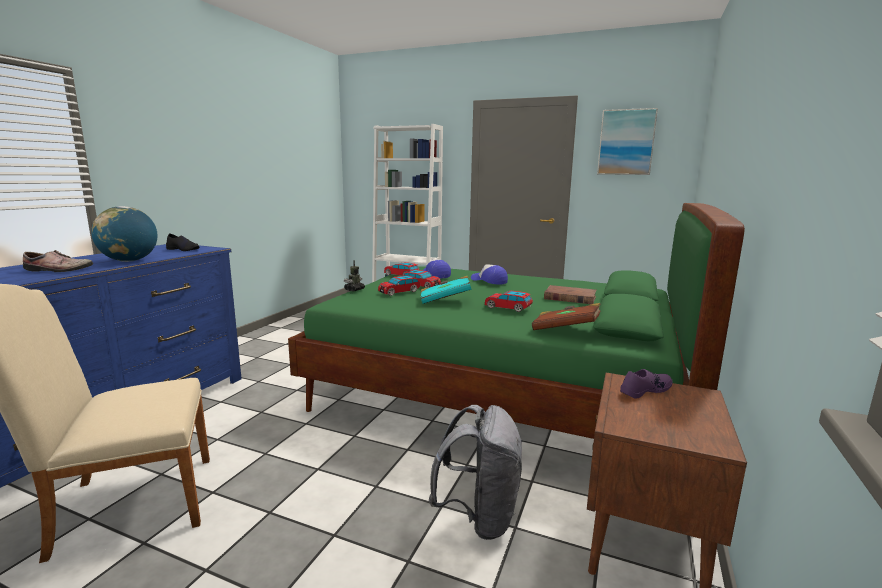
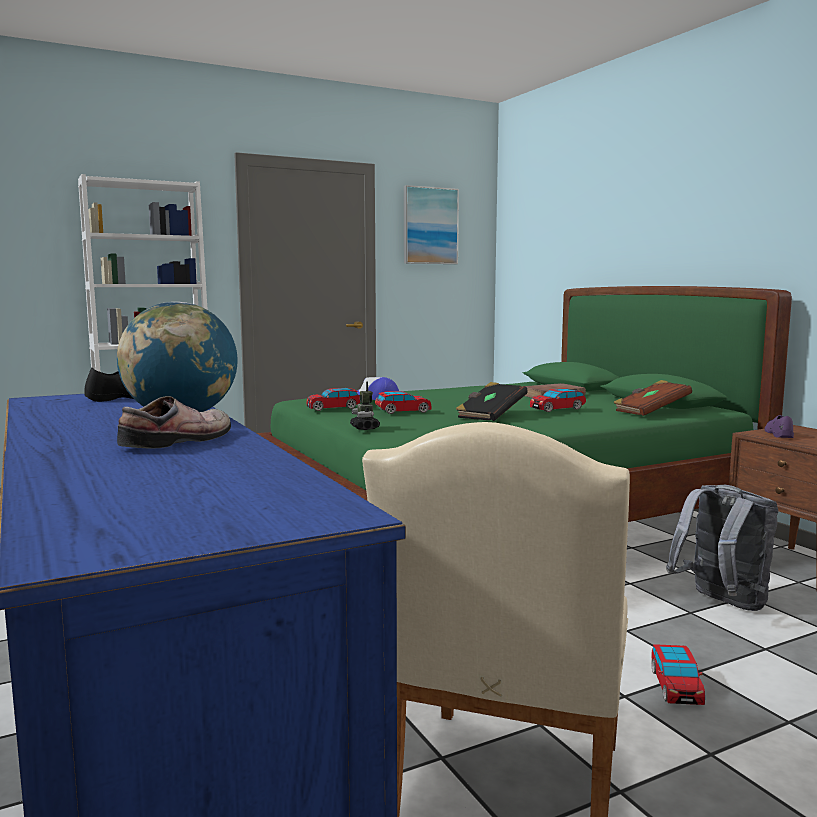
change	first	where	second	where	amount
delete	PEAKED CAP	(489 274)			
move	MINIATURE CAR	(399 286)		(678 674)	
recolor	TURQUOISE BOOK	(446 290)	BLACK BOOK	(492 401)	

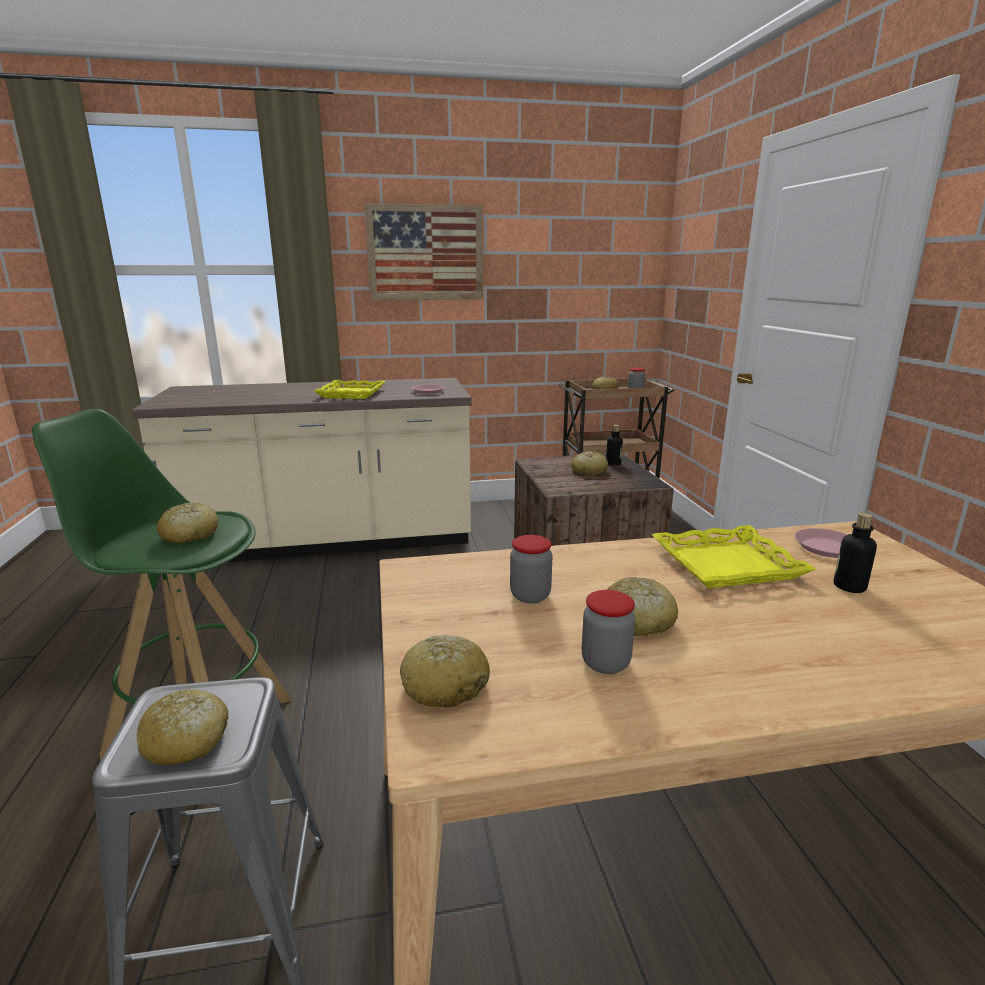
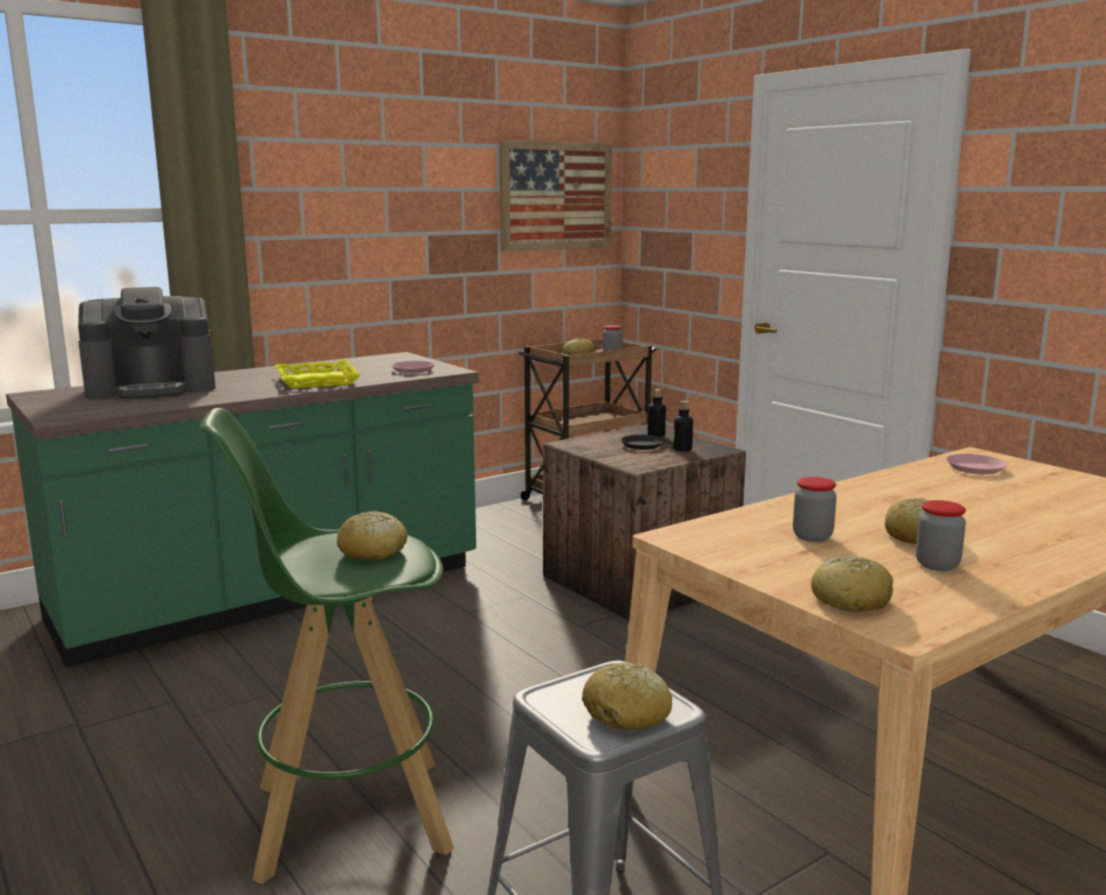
change	first	where	second	where	amount
delete	YELLOW TRAY	(734 556)			
insert			COFFEE BREWER	(147 343)	
move	PICTURE	(423 251)		(556 196)	
move	BEVERAGE BOTTLE	(855 553)		(683 426)	
replace	BREAD	(589 463)	BLACK DINNER PLATE	(642 442)	
recolor	SAND-COLOURED COUNTER	(302 470)	GREEN-COLOURED COUNTER	(242 510)	

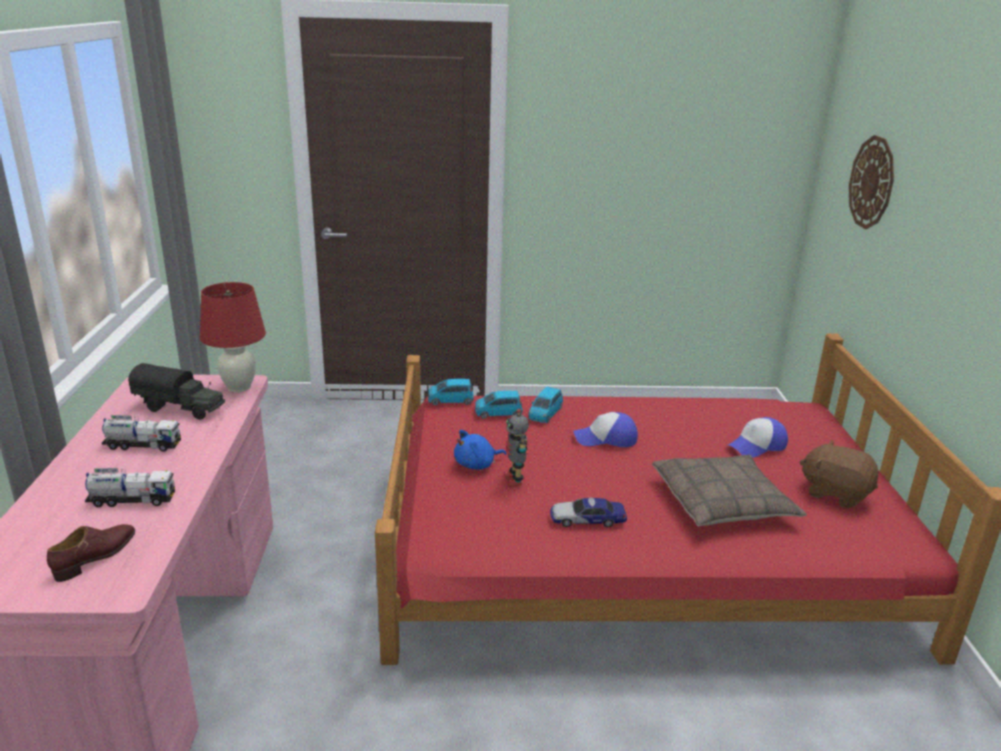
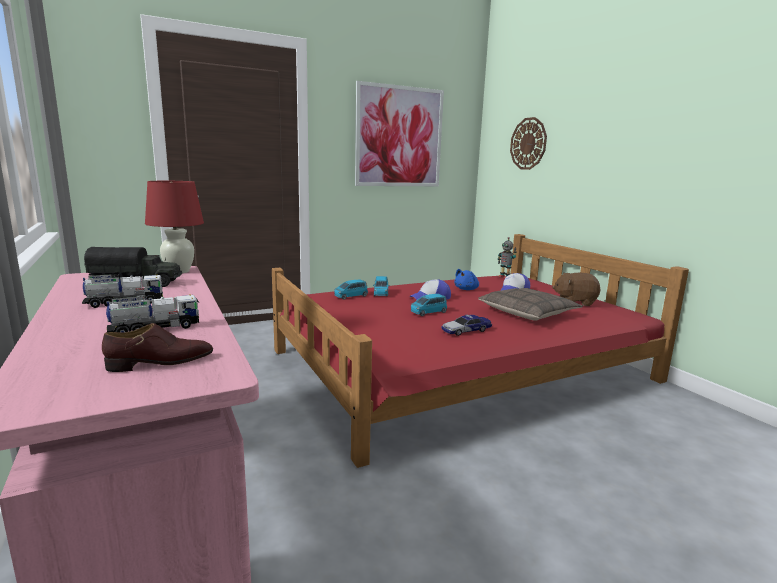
change	first	where	second	where	amount
insert			PICTURE	(399 133)	
move	BLUE MINIATURE CAR	(451 392)		(429 305)	
move	BLUE PLUSH TOY	(480 450)		(466 279)	
move	ROBOT FIGURE	(517 447)		(507 257)	
rotate	BROWNISH SHOE	(91 553)		(157 347)	60 degrees clockwise

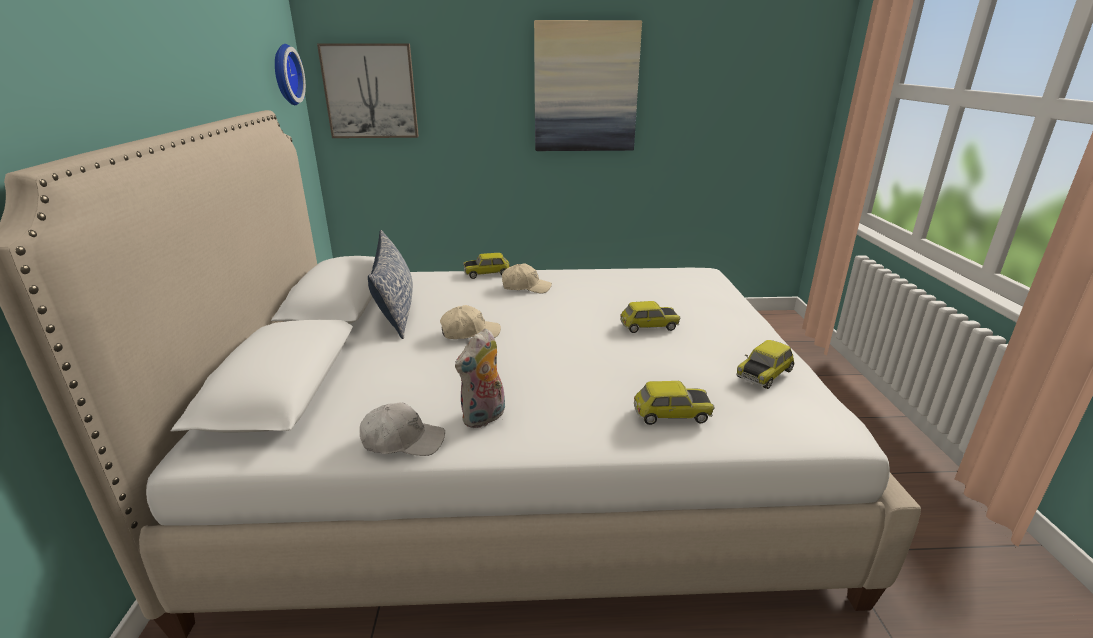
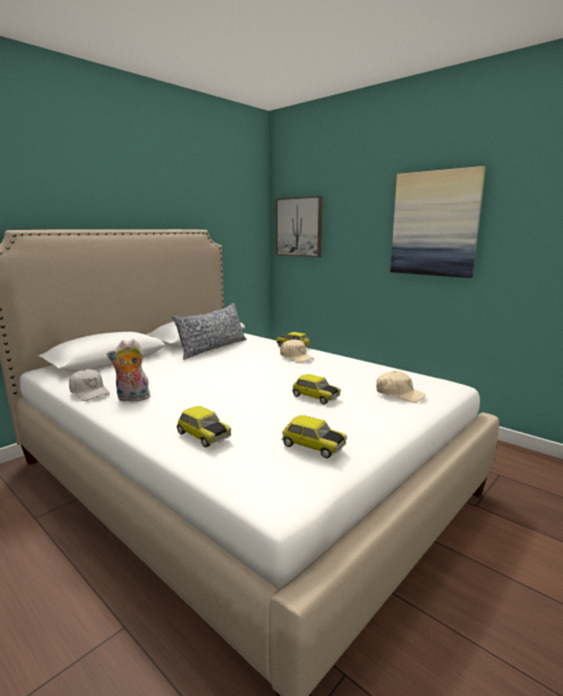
change	first	where	second	where	amount
delete	HANGING CLOCK	(290 74)			
move	SAND-COLOURED PEAKED CAP	(470 322)		(401 386)	
rotate	MINIATURE CAR	(765 364)		(314 436)	150 degrees counterclockwise

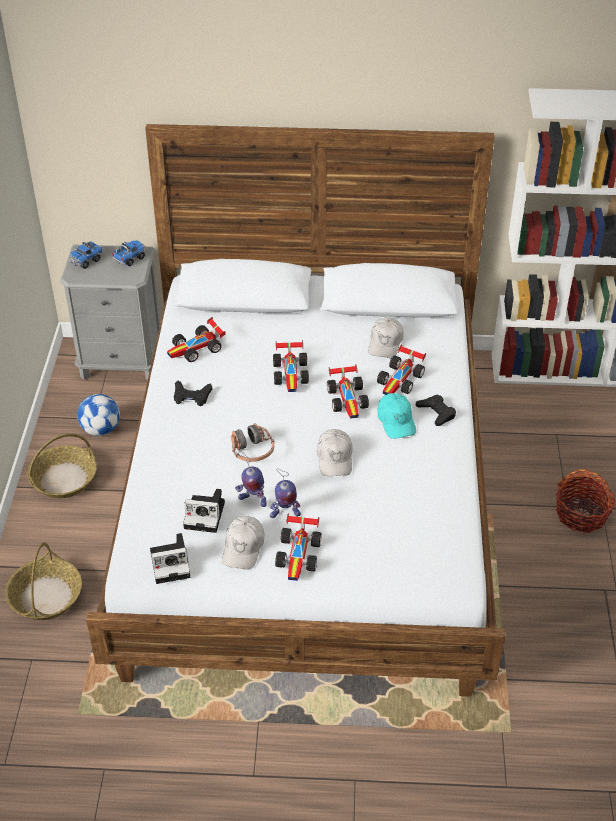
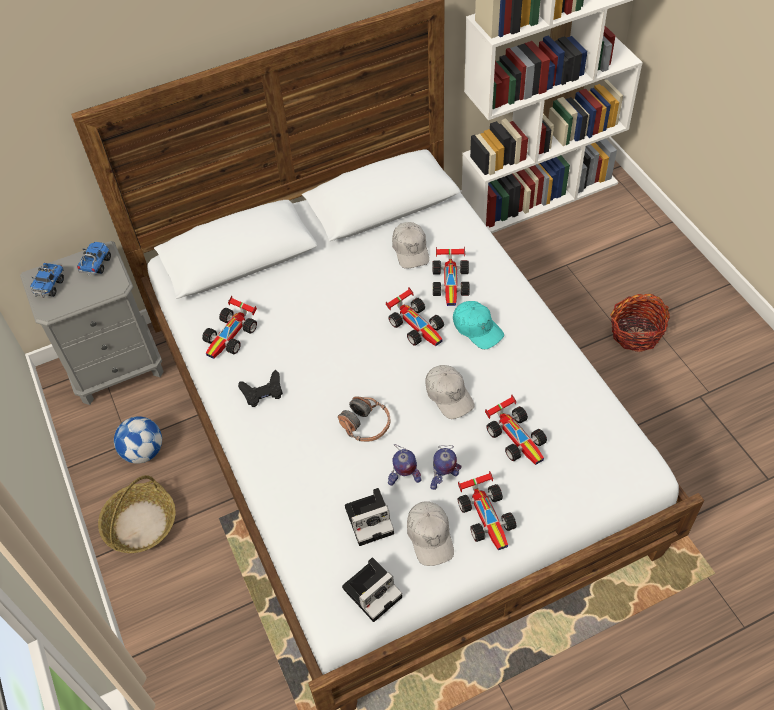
change	first	where	second	where	amount
delete	HOUSEHOLD BASKET	(43 581)			
delete	BLACK GAME CONTROLLER	(436 410)			
move	MINIATURE CAR	(291 366)		(516 430)	

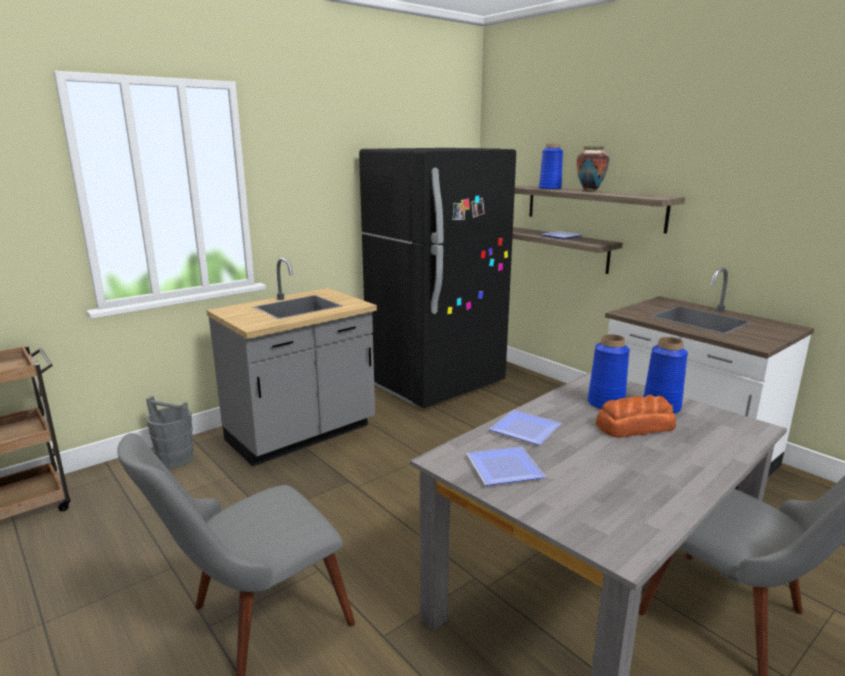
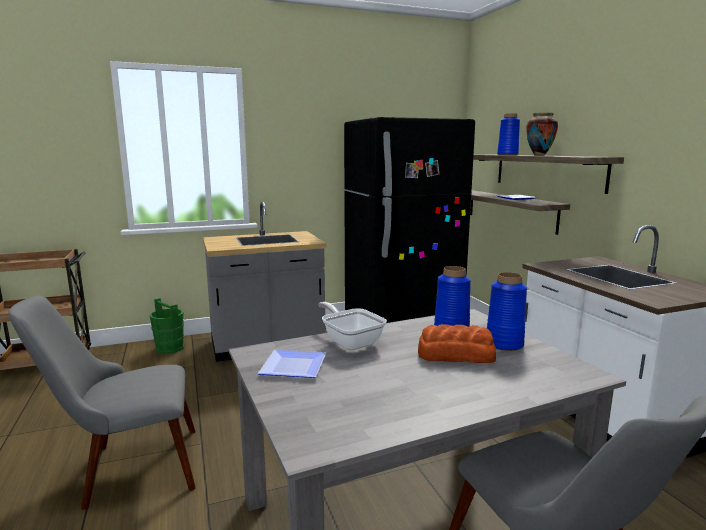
change	first	where	second	where	amount
replace	DINNER PLATE	(525 427)	FRYING PAN	(352 326)	
recolor	GREYISH PAIL	(170 432)	GREEN-COLOURED PAIL	(167 326)	

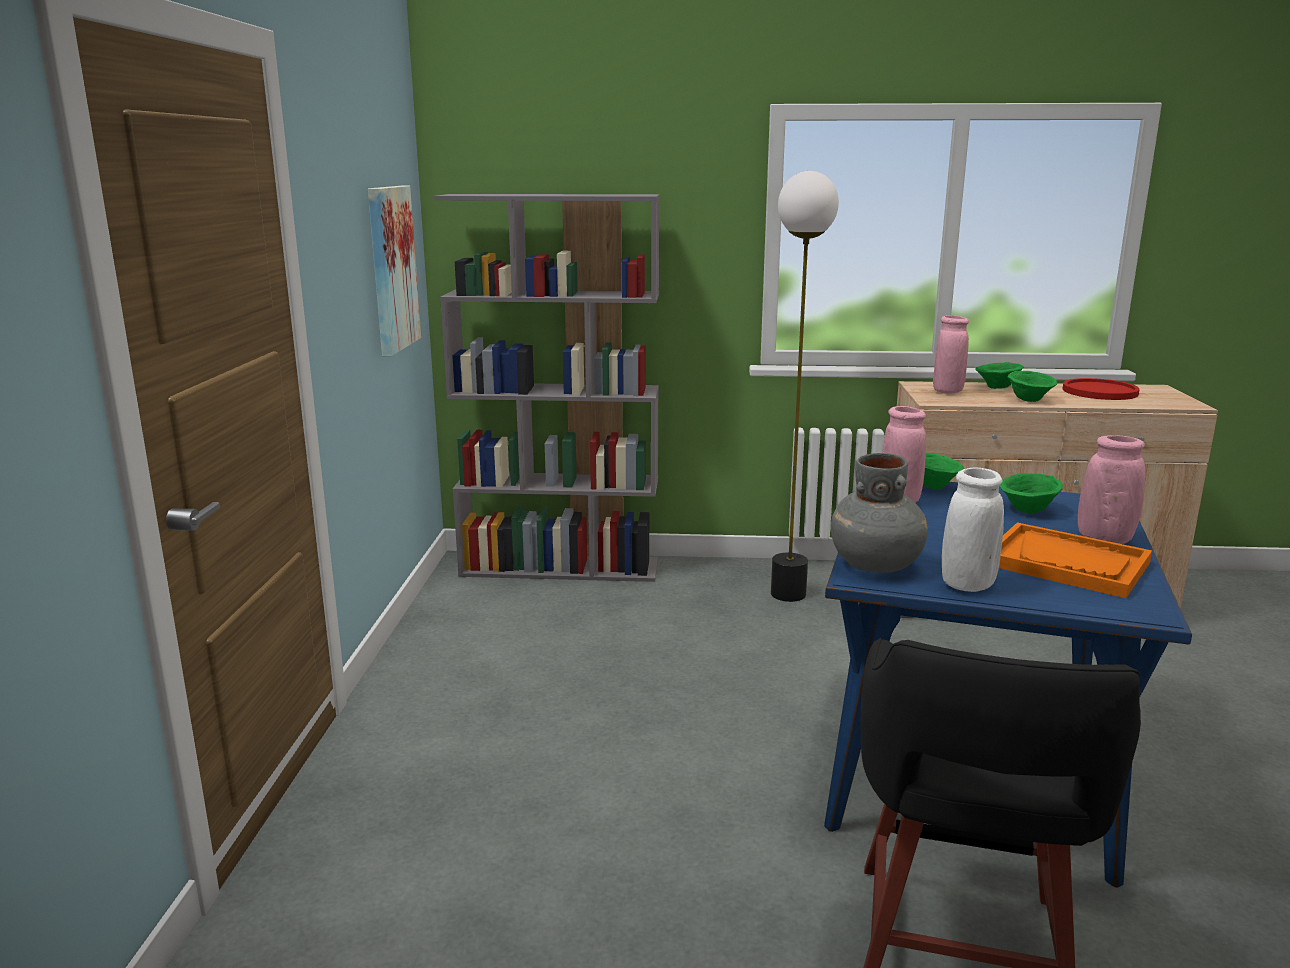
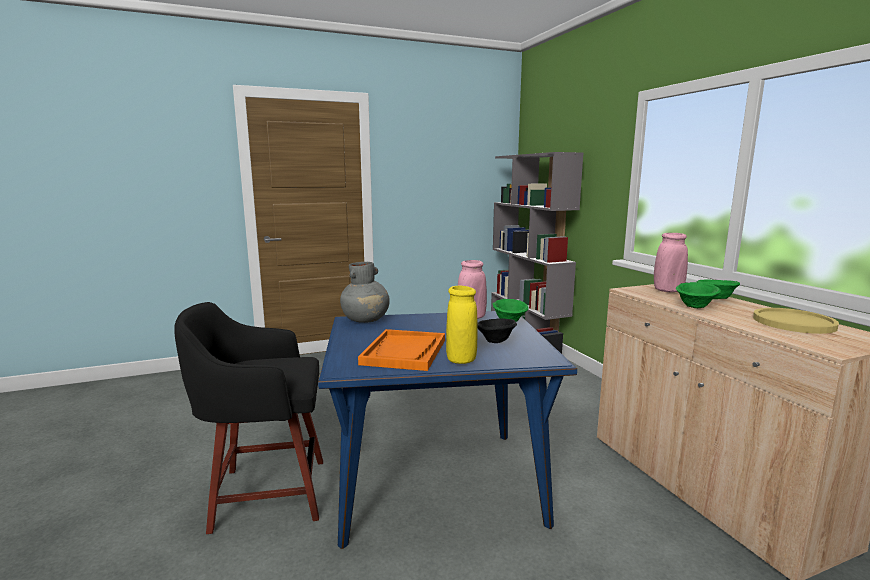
change	first	where	second	where	amount
delete	PICTURE	(394 271)			
delete	STANDING LAMP	(805 386)			
delete	WHITE DECORATIVE VASE	(973 530)			
recolor	GREEN-COLOURED BOWL	(1031 493)	BLACK BOWL	(497 330)	
recolor	RED DINNER PLATE	(1101 389)	YELLOW DINNER PLATE	(796 321)	
recolor	PINK-COLOURED DECORATIVE VASE	(1111 489)	YELLOW DECORATIVE VASE	(461 325)	

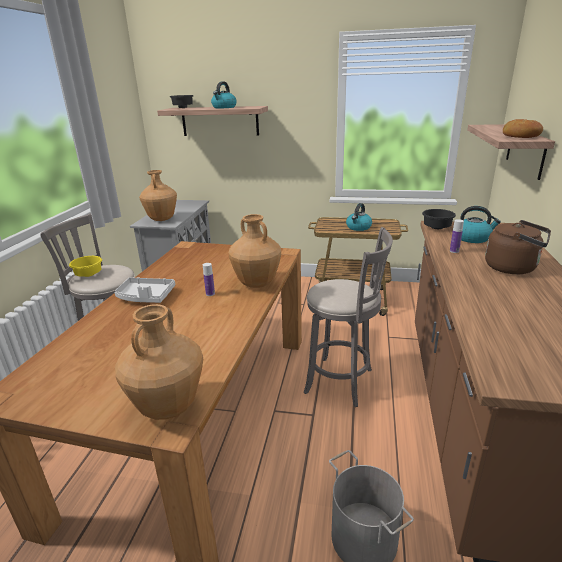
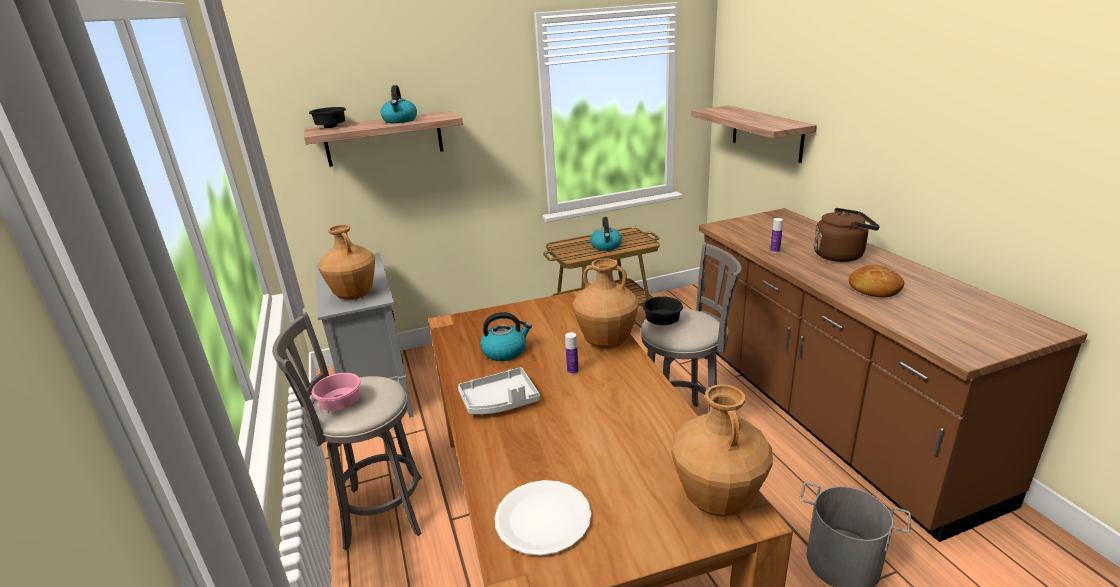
change	first	where	second	where	amount
insert			WHITE DINNER PLATE	(543 518)	
move	BLACK BOWL	(439 219)		(662 310)	
move	TEA KETTLE	(480 224)		(506 336)	
move	BREAD	(523 128)		(876 281)	
recolor	YELLOW BOWL	(85 266)	PINK-COLOURED BOWL	(336 392)	

